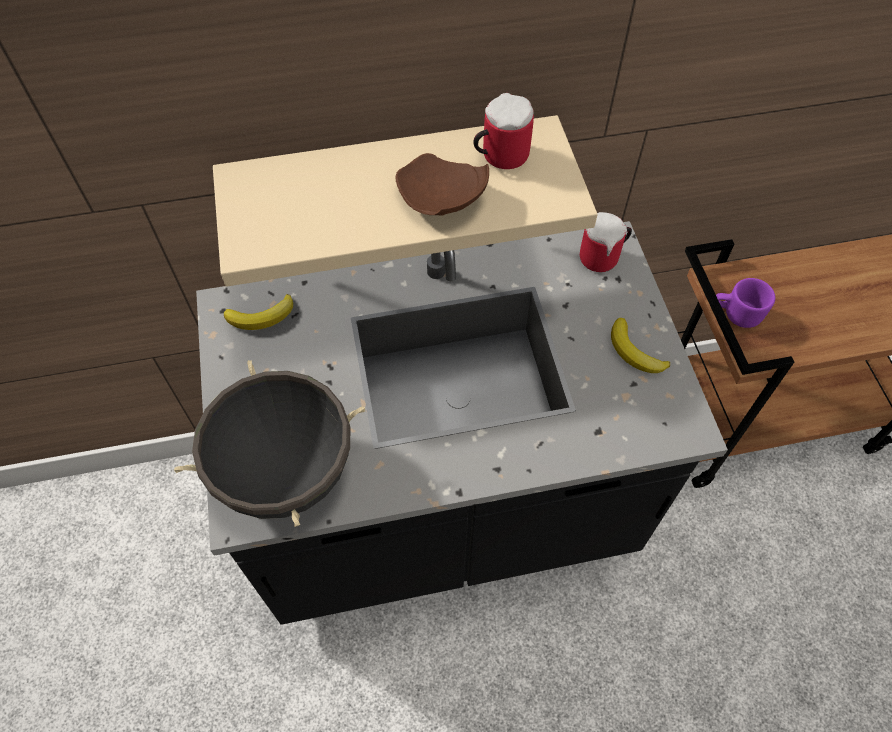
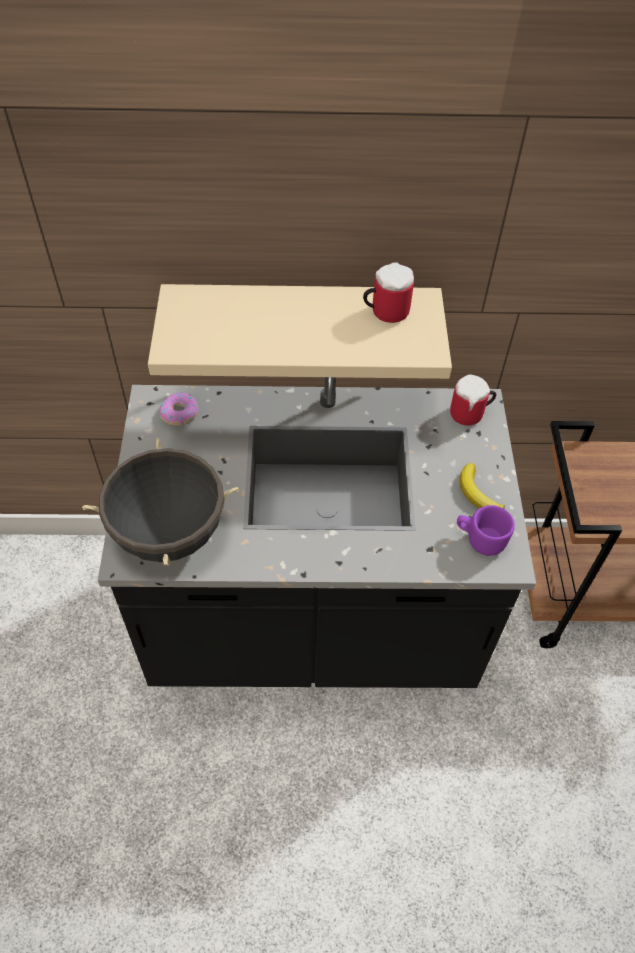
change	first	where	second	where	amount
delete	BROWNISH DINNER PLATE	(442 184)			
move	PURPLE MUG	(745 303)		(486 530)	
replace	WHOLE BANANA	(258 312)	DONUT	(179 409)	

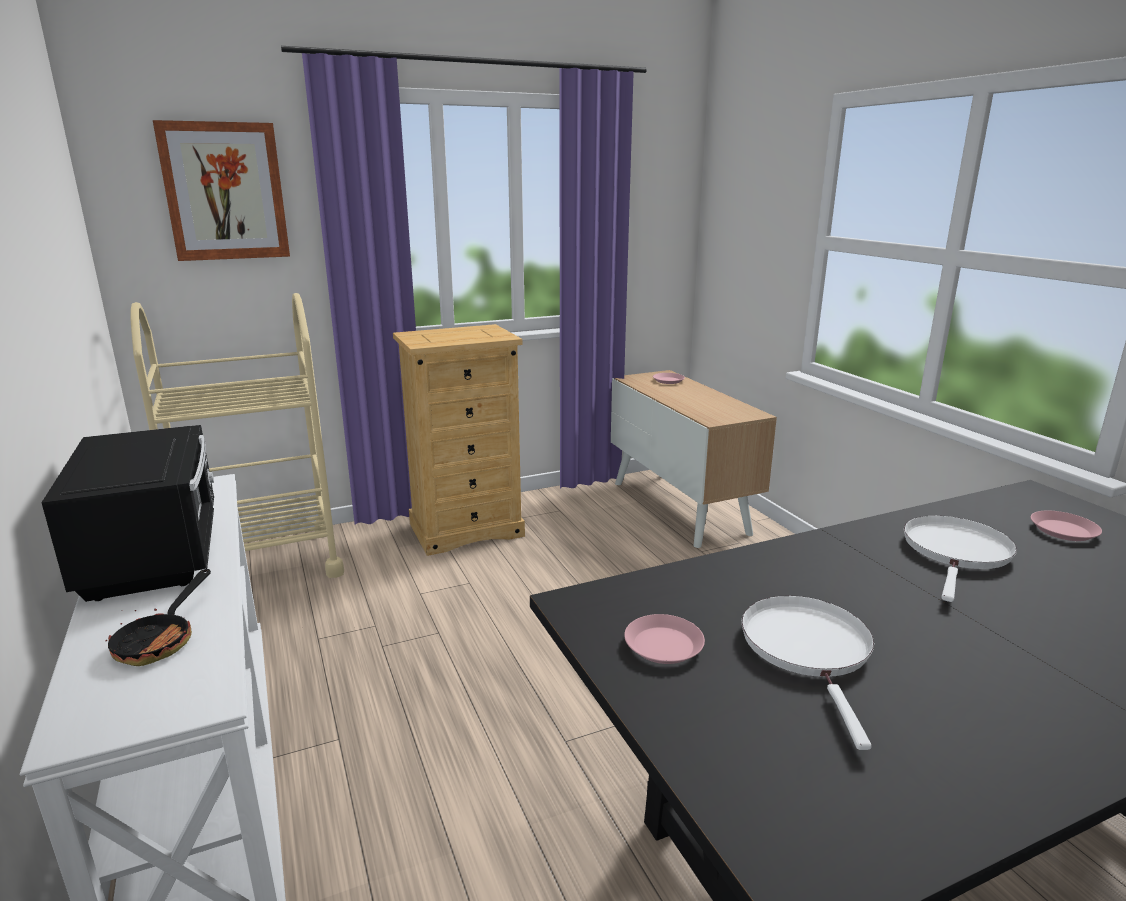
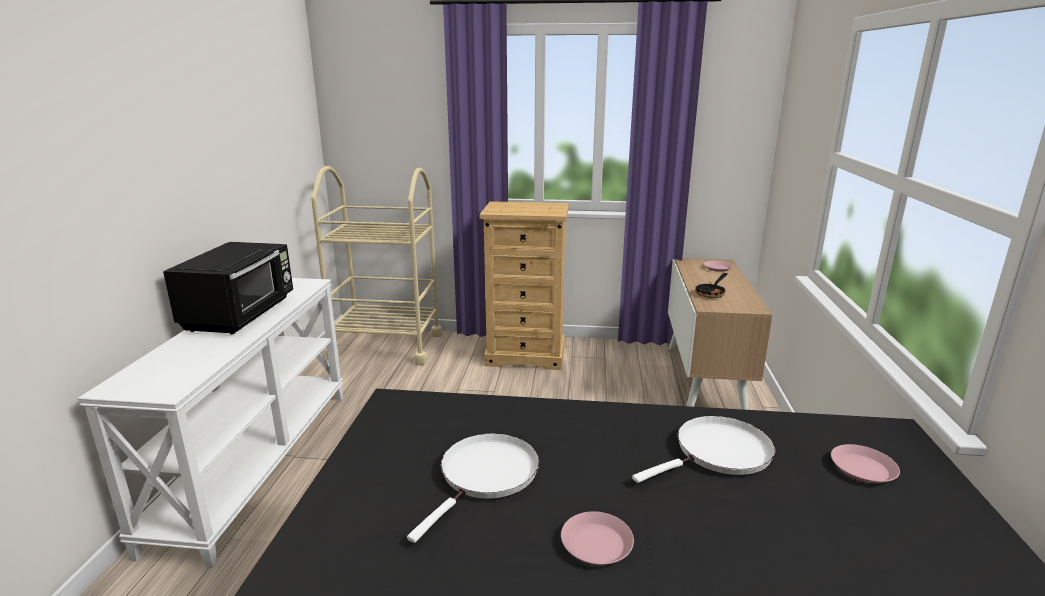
change	first	where	second	where	amount
delete	PICTURE	(221 190)			
move	FRYING PAN	(158 617)		(711 285)	
move	PINK-COLOURED DINNER PLATE	(664 639)		(597 538)	

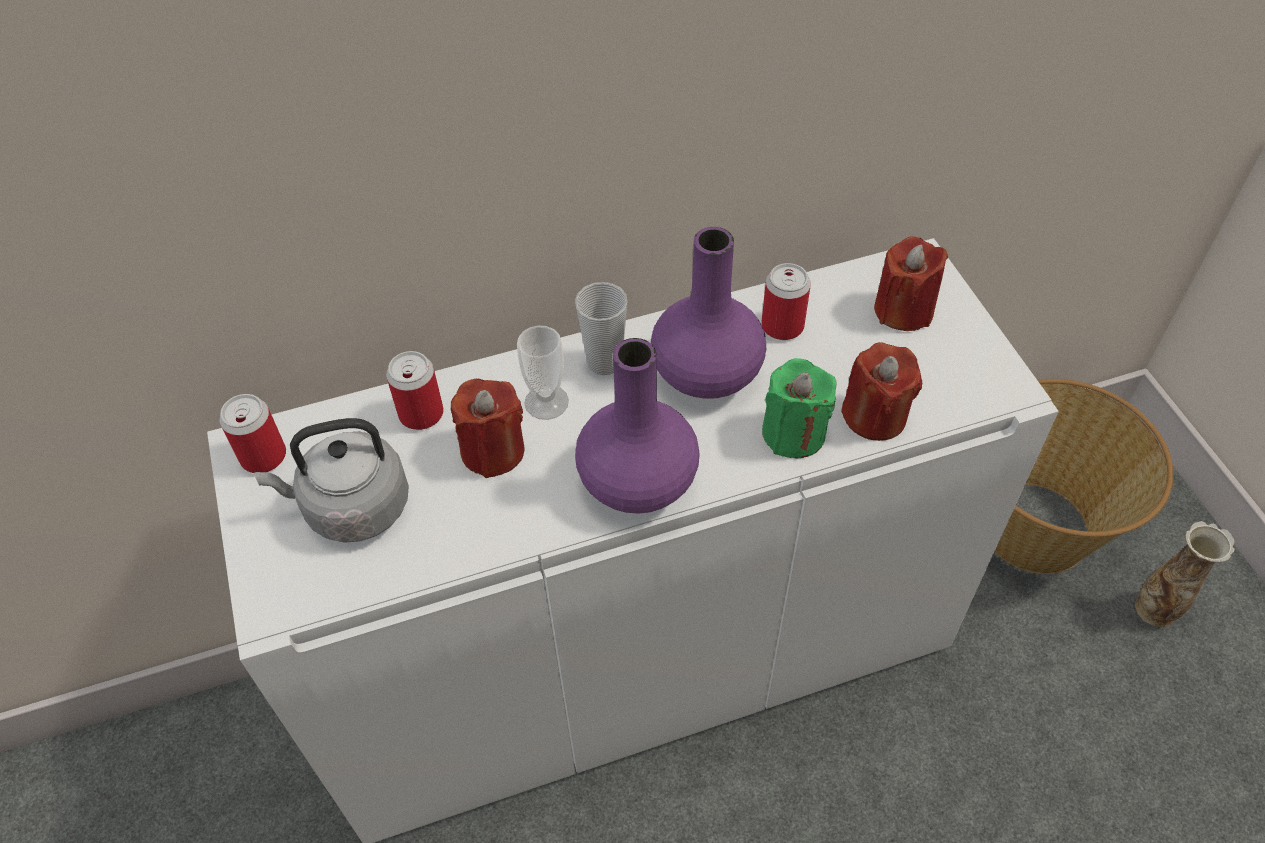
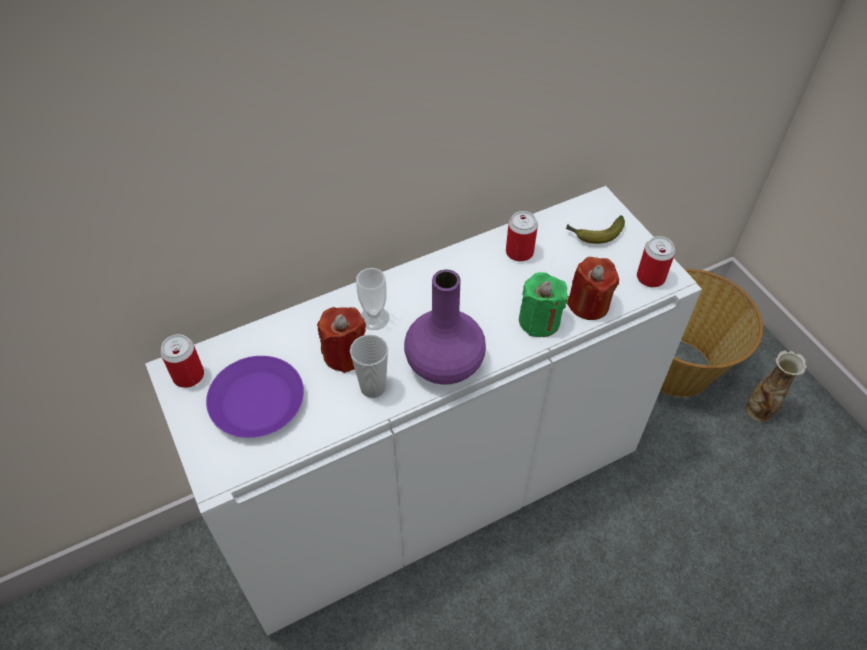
change	first	where	second	where	amount
delete	PURPLE DECORATIVE VASE	(708 313)			
move	SEALED CAN	(415 390)		(656 261)	
move	DRINKING CUP	(601 328)		(369 366)	
replace	GREYISH TEA KETTLE	(331 480)	PURPLE DINNER PLATE	(255 397)	
replace	RED WAX CANDLE	(911 283)	WHOLE BANANA	(595 229)	

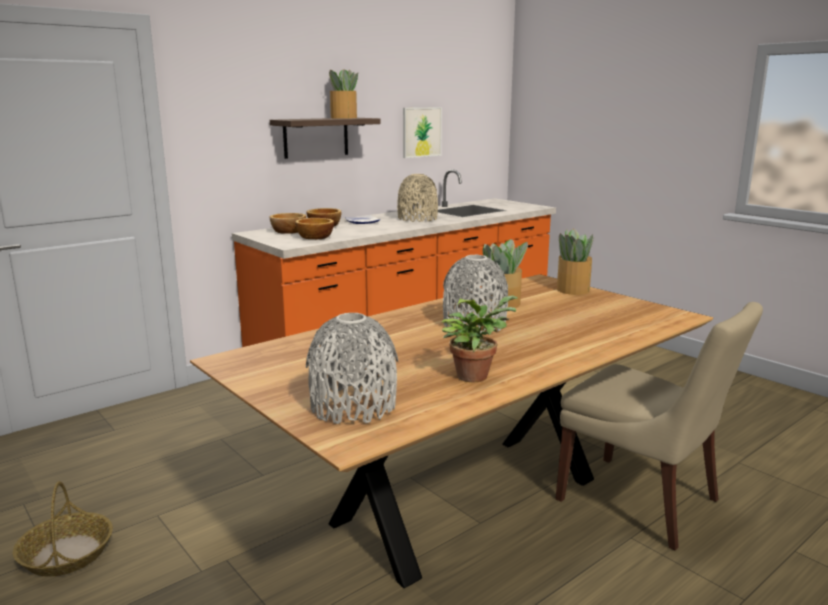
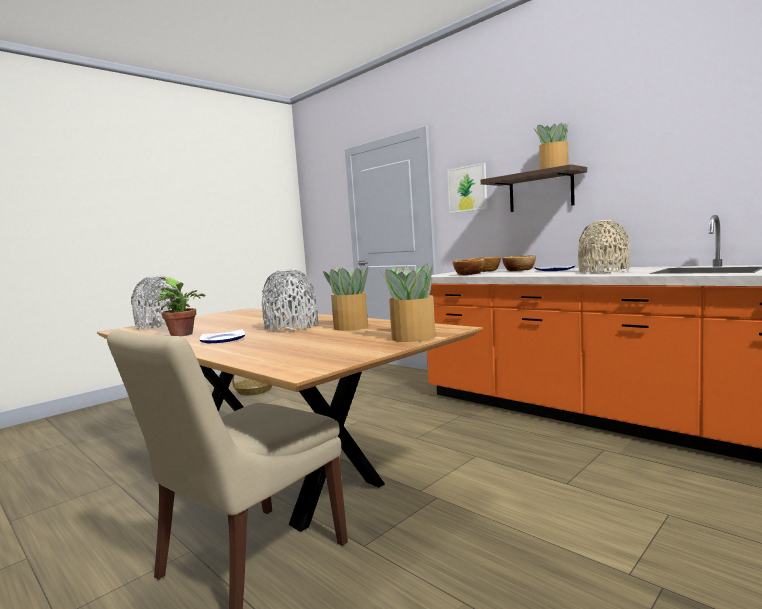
change	first	where	second	where	amount
insert			DINNER PLATE	(222 336)	
move	PICTURE	(422 132)		(467 188)	

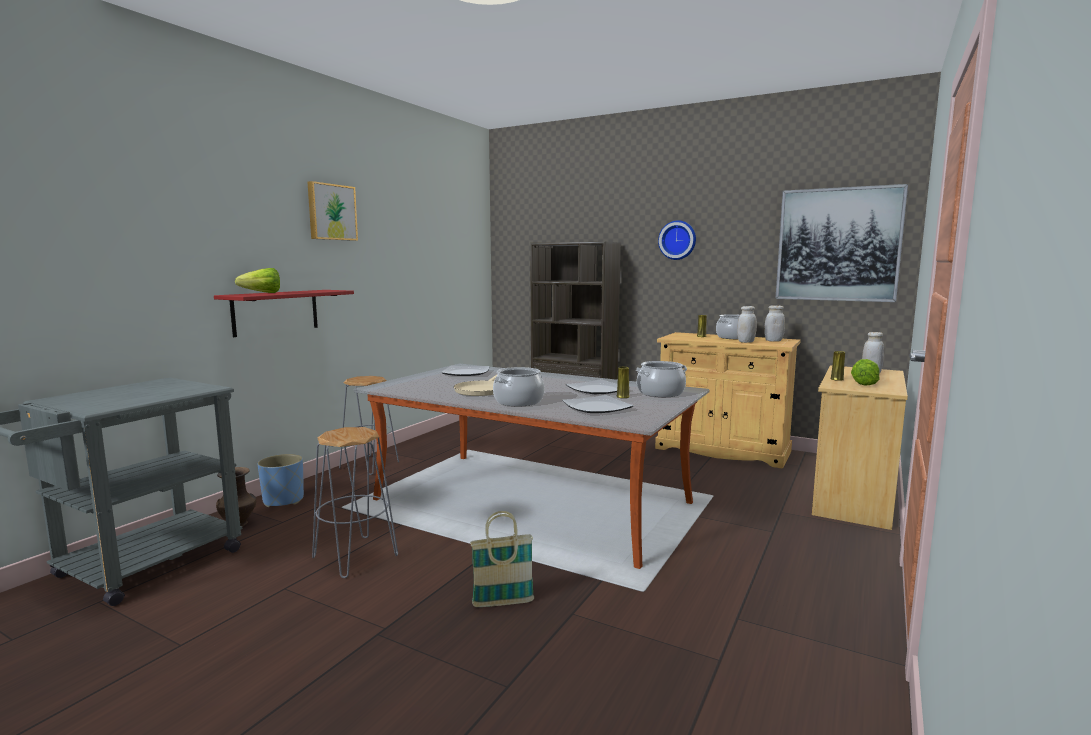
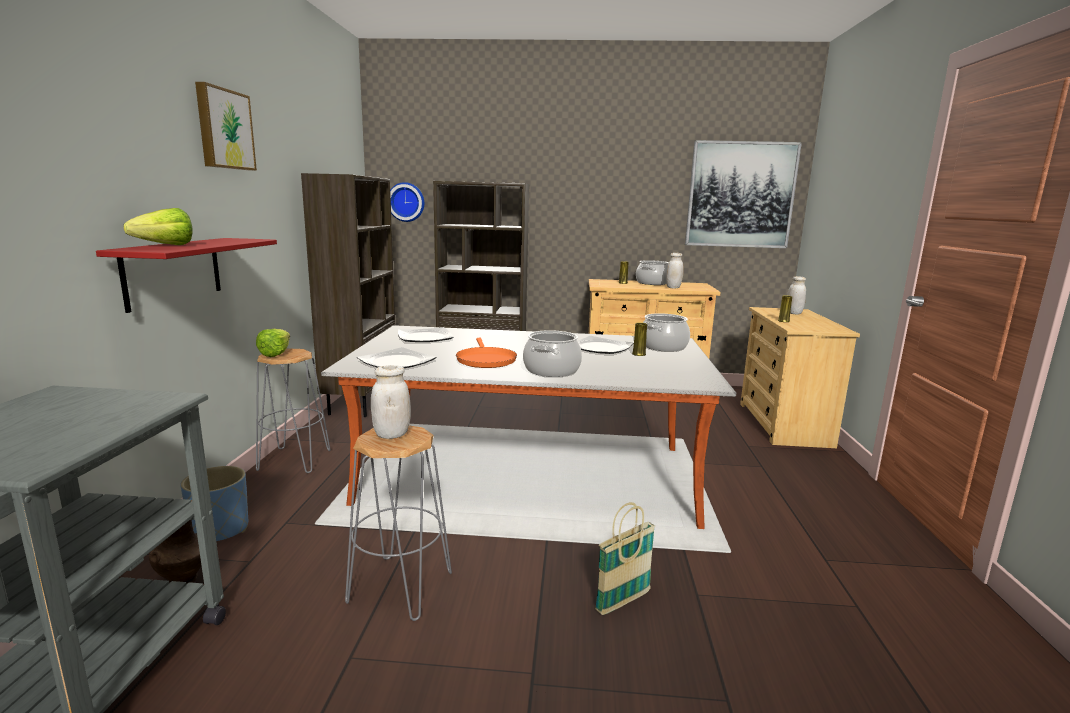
change	first	where	second	where	amount
insert			BROWNISH BOOKCASE	(348 295)	
move	DINNER PLATE	(598 404)		(396 357)	
move	HANGING CLOCK	(677 240)		(407 202)	
move	WHITE STORAGE JAR	(775 323)		(391 402)	
move	HEAD OF LETTUCE	(865 372)		(273 343)	
recolor	SAND-COLOURED FRYING PAN	(476 385)	ORANGE-COLOURED FRYING PAN	(486 353)	

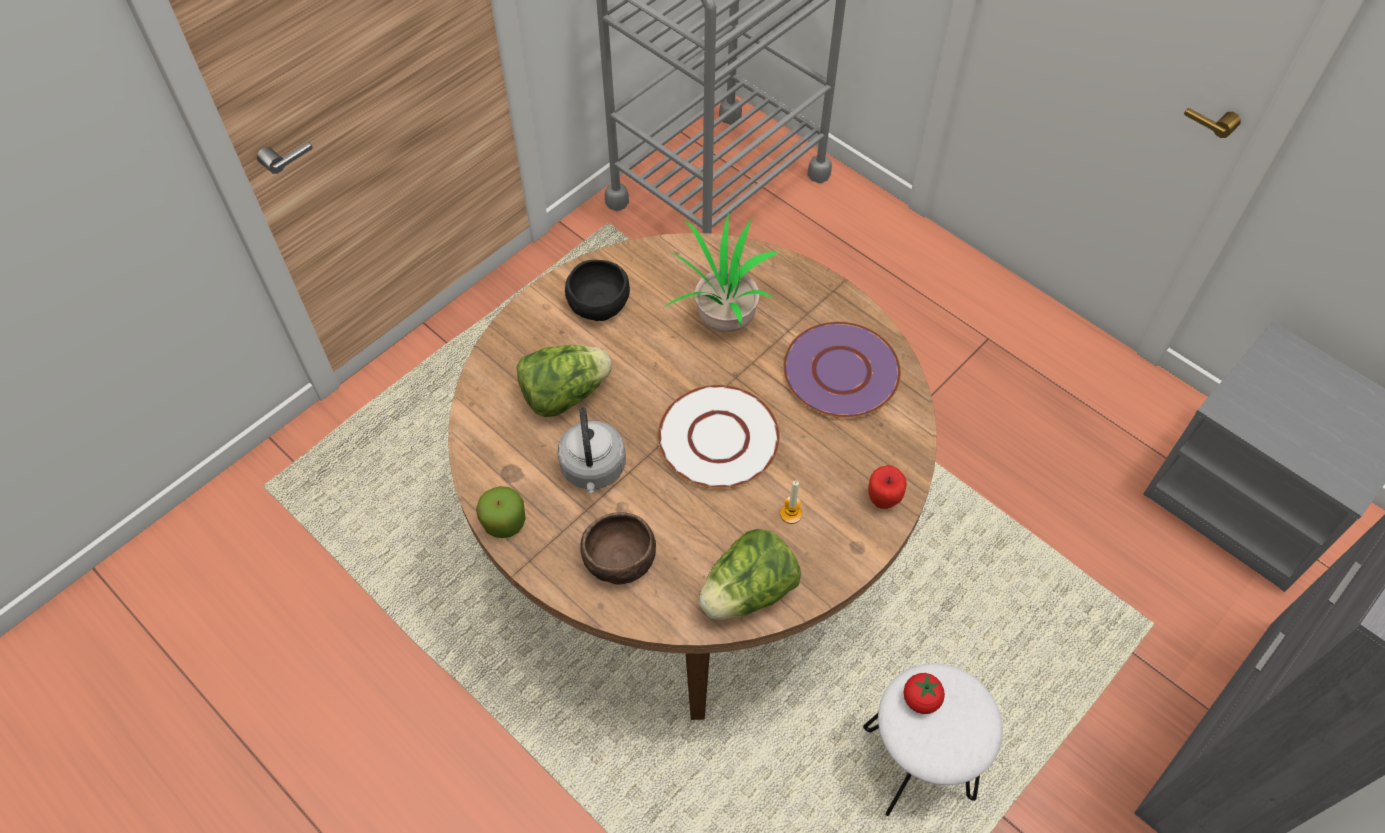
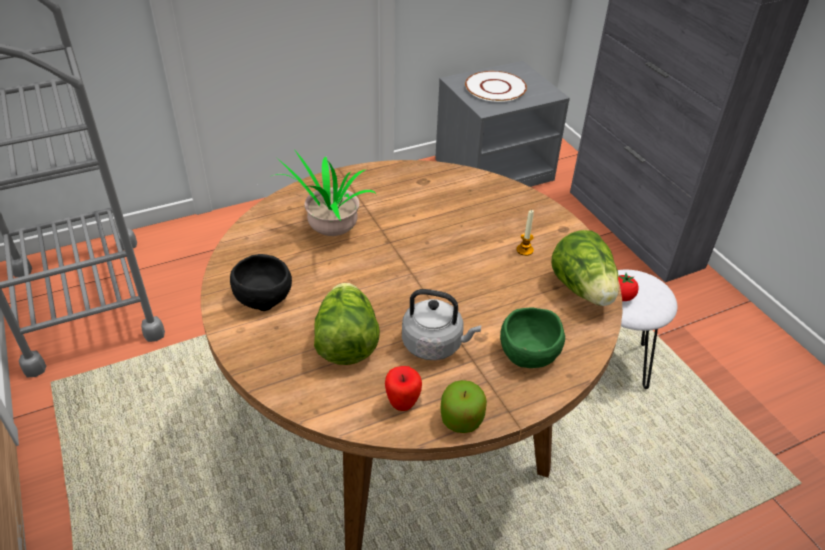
change	first	where	second	where	amount
delete	PURPLE DINNER PLATE	(842 370)			
move	WHITE DINNER PLATE	(719 437)		(496 86)	
move	WHOLE APPLE	(887 487)		(403 388)	
recolor	BROWNISH BOWL	(618 548)	GREEN-COLOURED BOWL	(532 337)	

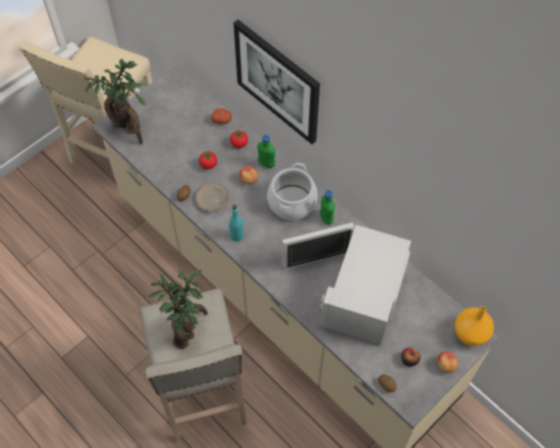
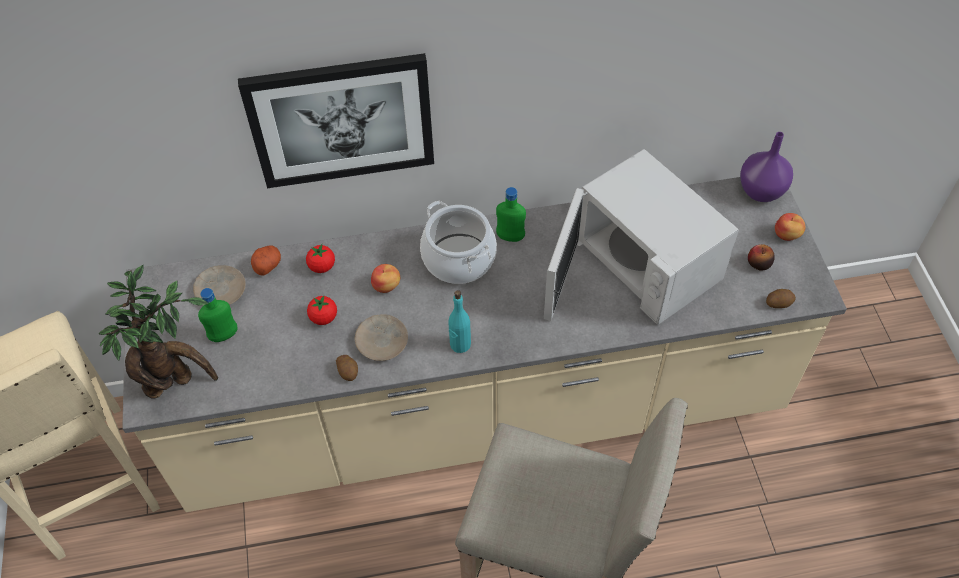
change	first	where	second	where	amount
delete	POTTED PLANT	(178 309)			
insert			SAND-COLOURED DINNER PLATE	(219 285)	
move	GREEN-COLOURED BEVERAGE BOTTLE	(266 151)		(218 315)	
recolor	ORANGE-COLOURED DECORATIVE VASE	(474 326)	PURPLE DECORATIVE VASE	(766 167)	

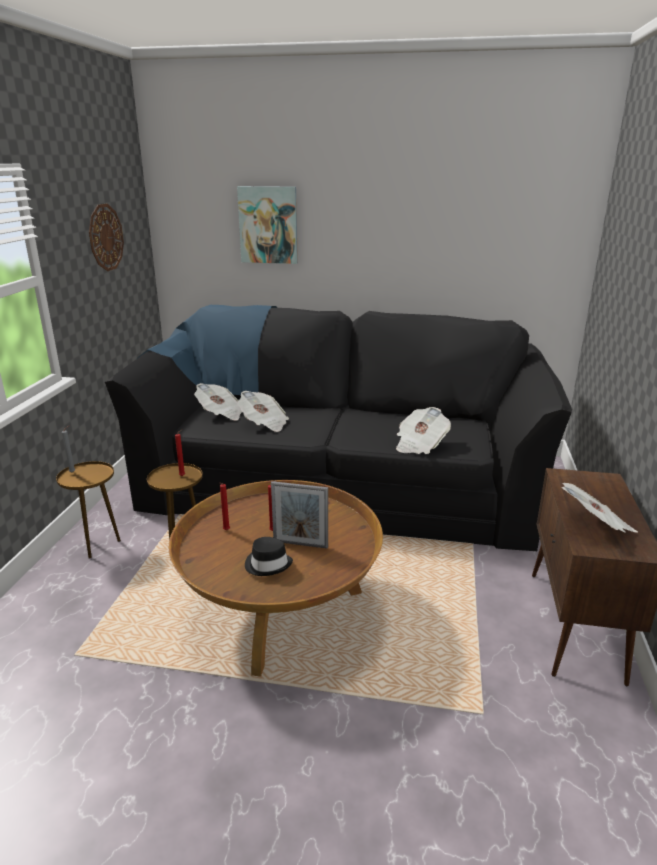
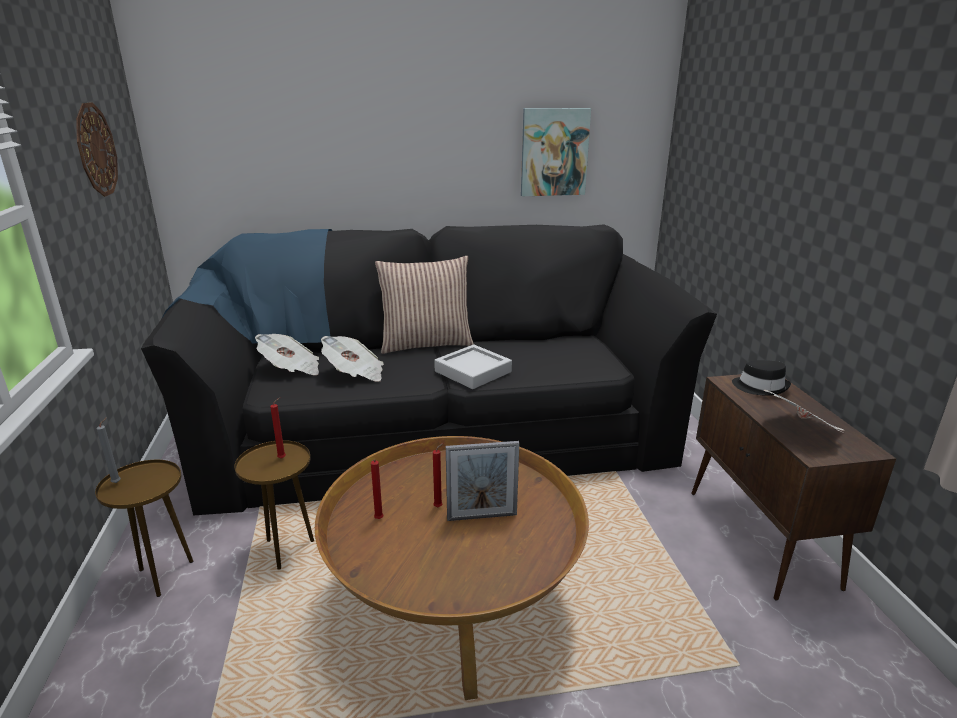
change	first	where	second	where	amount
delete	DAILY PAPER	(423 430)			
insert			PILLOW	(424 305)	
insert			GREYISH TRAY	(473 367)	
move	PICTURE	(267 225)		(556 152)	
move	BLACK CLOTHING HAT	(269 556)		(761 378)	

